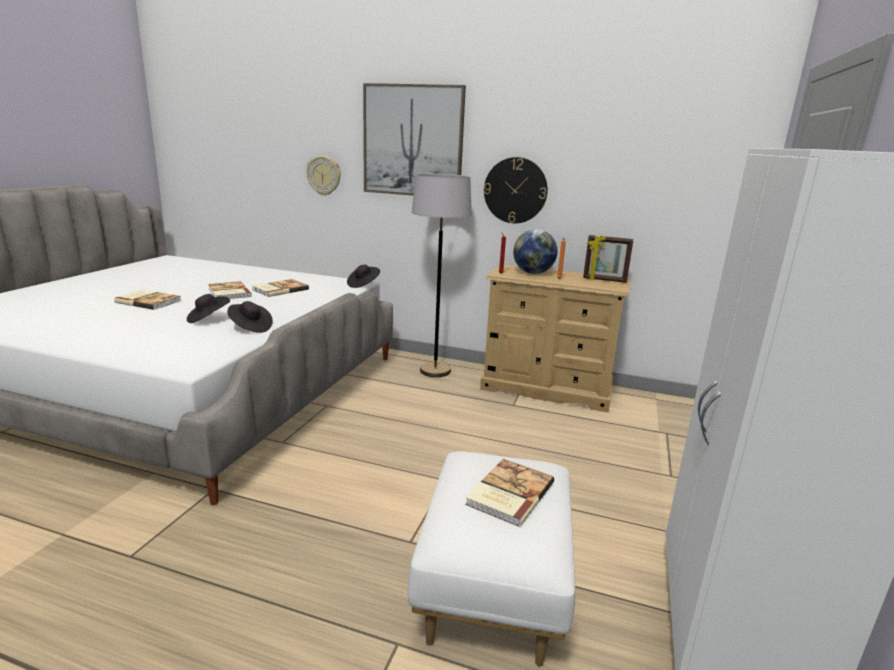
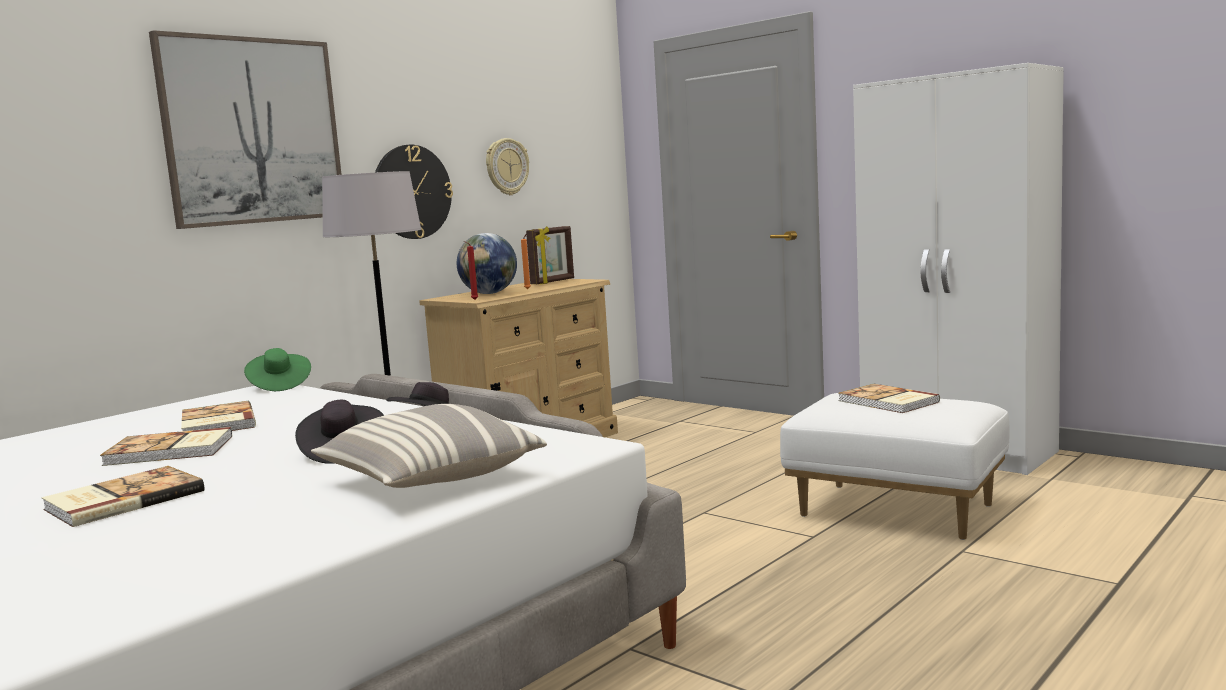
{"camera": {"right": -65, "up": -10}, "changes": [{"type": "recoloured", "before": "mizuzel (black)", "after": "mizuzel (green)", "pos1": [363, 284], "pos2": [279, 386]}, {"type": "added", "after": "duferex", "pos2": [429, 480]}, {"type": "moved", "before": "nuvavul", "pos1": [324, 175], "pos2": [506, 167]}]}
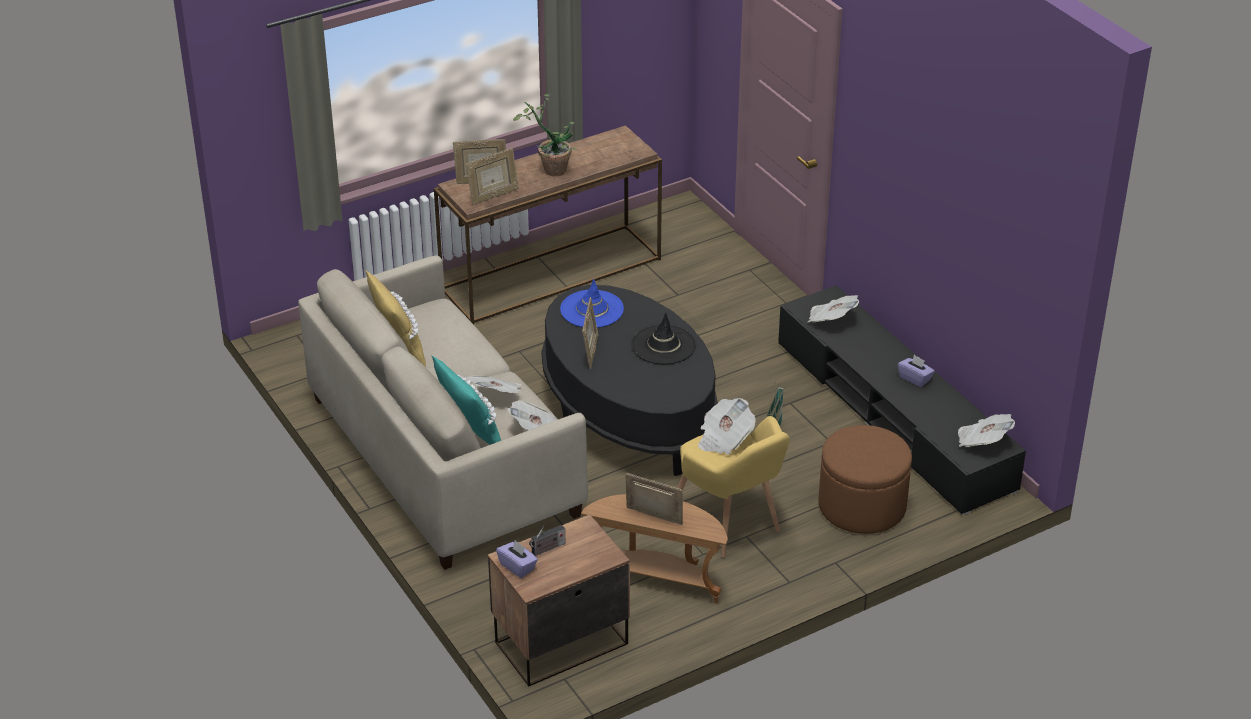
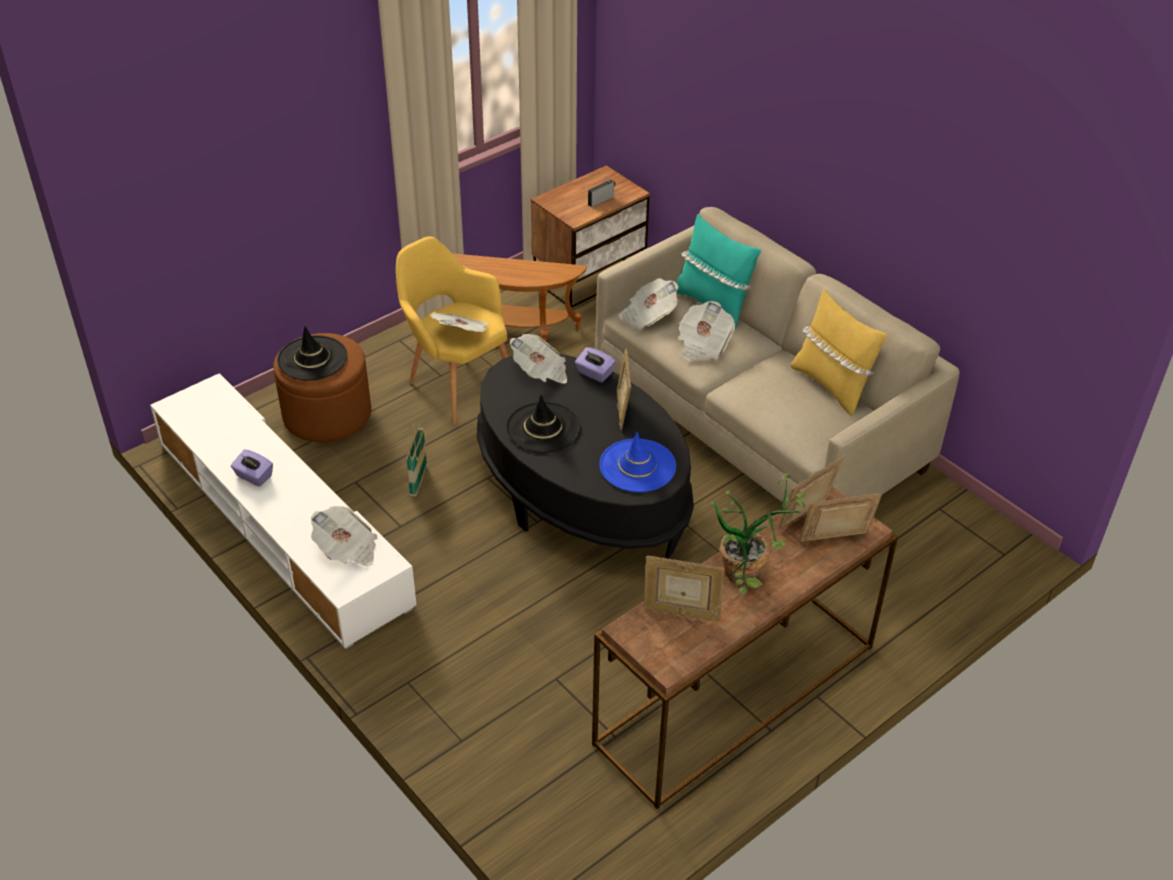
{"camera": {"right": 170, "up": 5}, "changes": [{"type": "recoloured", "before": "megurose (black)", "after": "megurose (white)", "pos1": [894, 416], "pos2": [281, 522]}, {"type": "added", "after": "mizuzel (black)", "pos2": [312, 359]}, {"type": "moved", "before": "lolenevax", "pos1": [982, 441], "pos2": [540, 372]}, {"type": "moved", "before": "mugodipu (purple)", "pos1": [517, 566], "pos2": [594, 373]}, {"type": "moved", "before": "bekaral", "pos1": [654, 519], "pos2": [681, 611]}]}
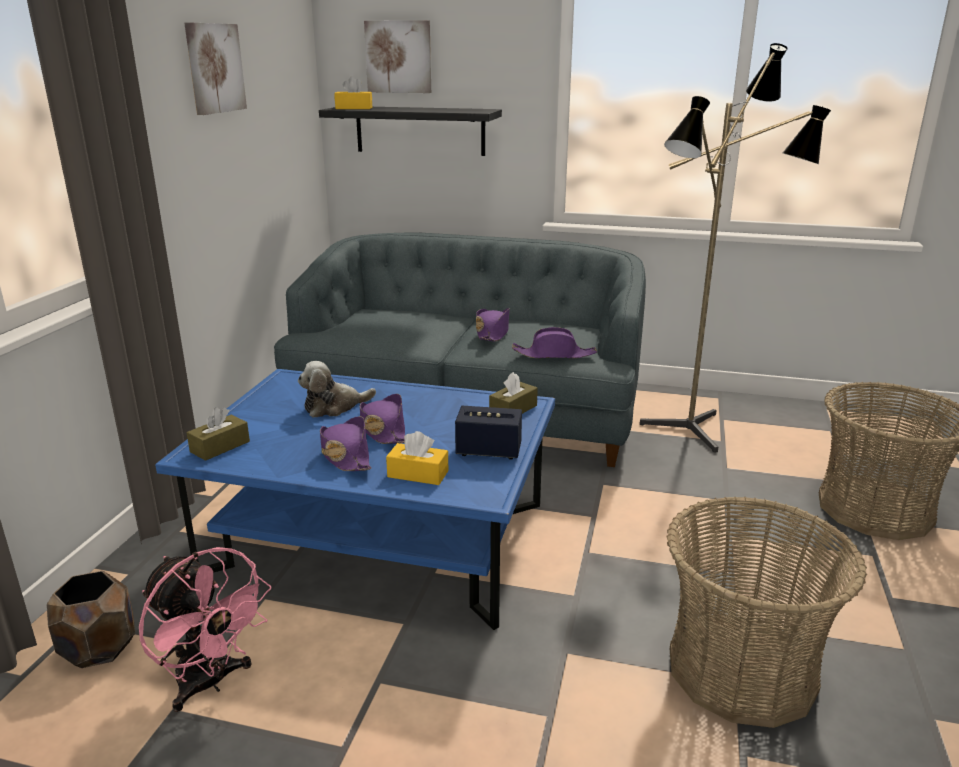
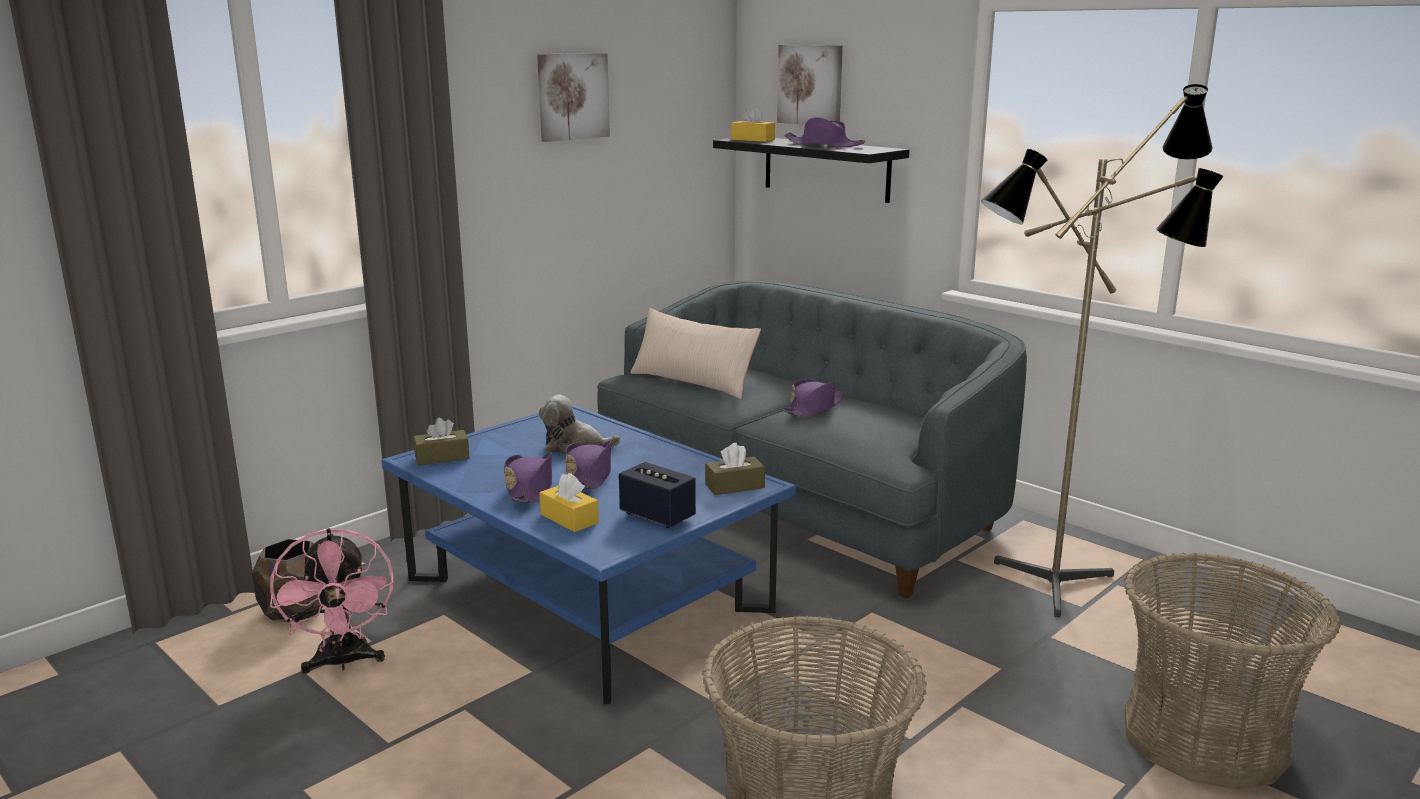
{"camera": {"right": 30, "up": -5}, "changes": [{"type": "added", "after": "duferex (beige)", "pos2": [693, 382]}, {"type": "moved", "before": "mizuzel (purple)", "pos1": [554, 354], "pos2": [824, 145]}]}
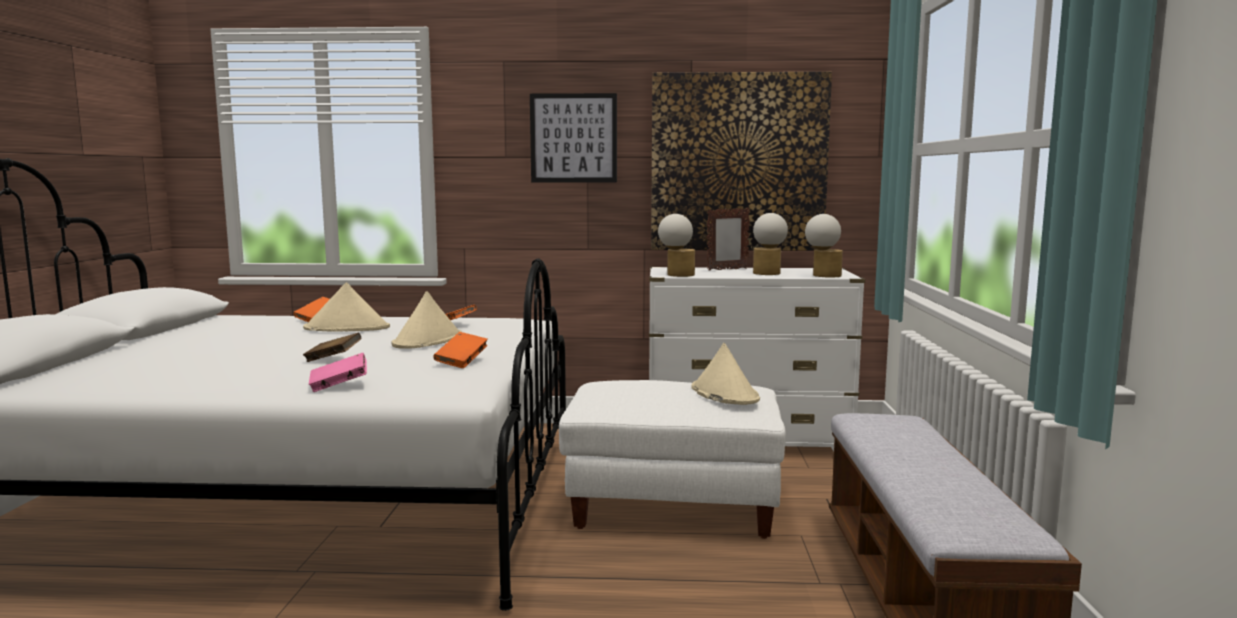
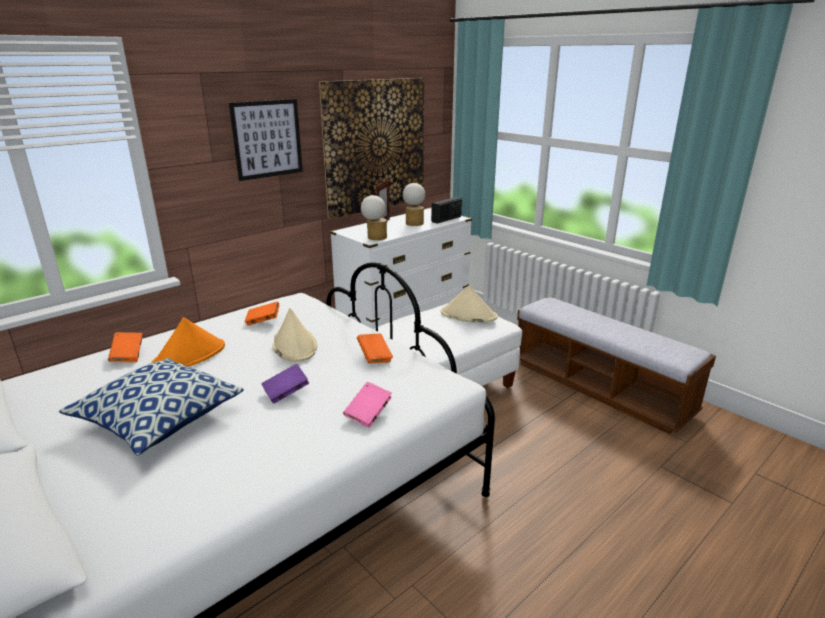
{"camera": {"right": -45, "up": 15}, "changes": [{"type": "added", "after": "duferex", "pos2": [158, 419]}, {"type": "recoloured", "before": "mizuzel (beige)", "after": "mizuzel (orange)", "pos1": [347, 328], "pos2": [190, 356]}, {"type": "recoloured", "before": "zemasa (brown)", "after": "zemasa (purple)", "pos1": [333, 360], "pos2": [286, 392]}, {"type": "replaced", "before": "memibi", "after": "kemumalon", "pos1": [822, 275], "pos2": [446, 219]}]}
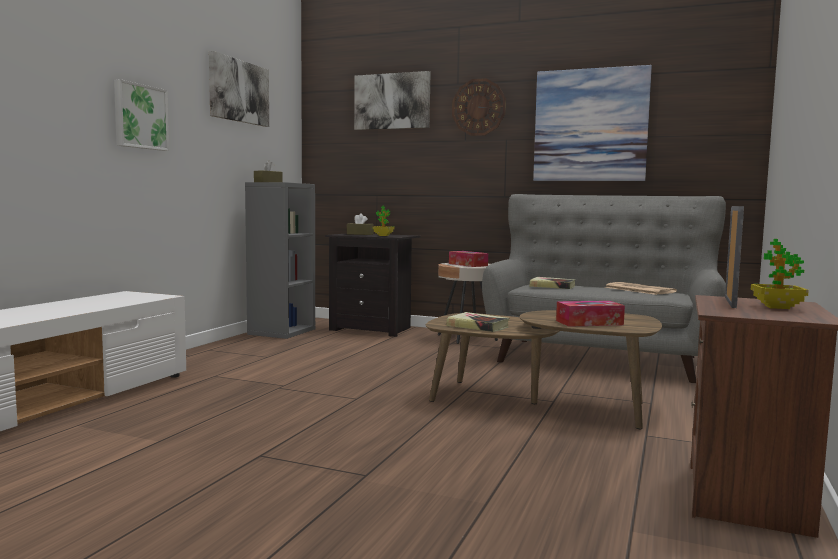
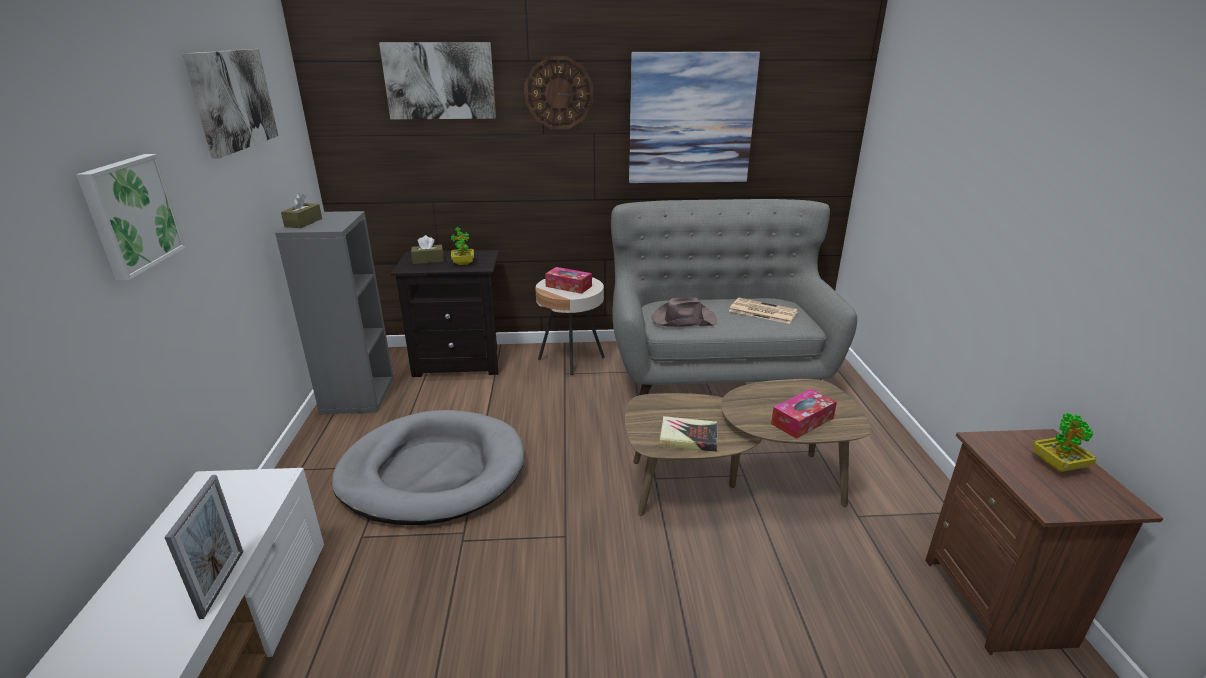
{"camera": {"right": -25, "up": 20}, "changes": [{"type": "moved", "before": "bekaral", "pos1": [730, 302], "pos2": [222, 583]}, {"type": "added", "after": "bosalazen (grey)", "pos2": [432, 472]}, {"type": "replaced", "before": "zemasa", "after": "mizuzel (brown)", "pos1": [552, 286], "pos2": [683, 319]}]}
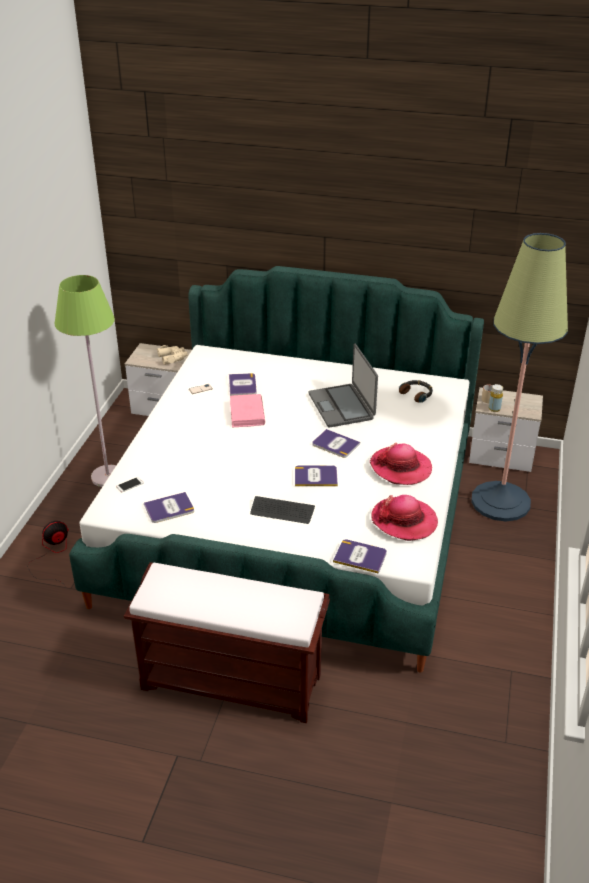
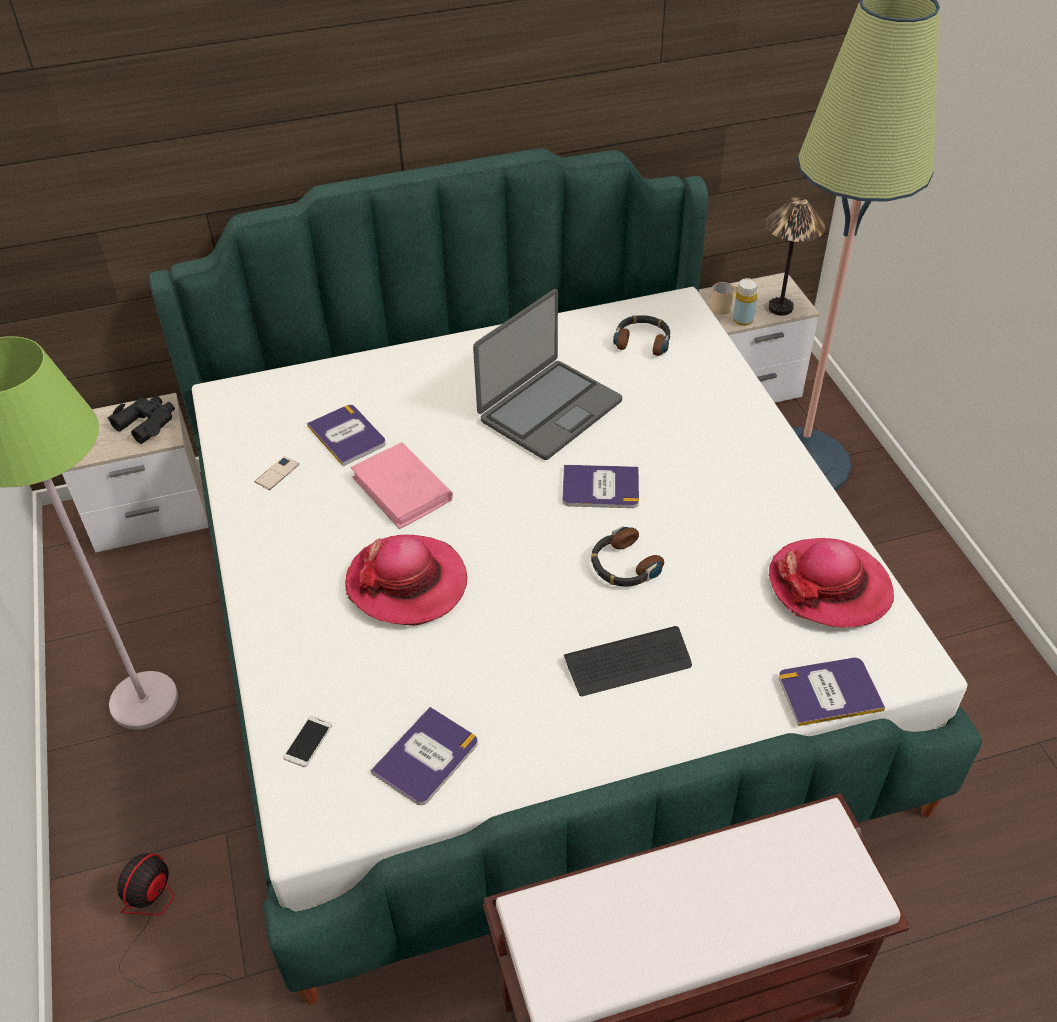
{"camera": {"right": -30, "up": 10}, "changes": [{"type": "recoloured", "before": "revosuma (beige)", "after": "revosuma (black)", "pos1": [173, 357], "pos2": [147, 423]}, {"type": "moved", "before": "mizuzel", "pos1": [401, 468], "pos2": [407, 583]}, {"type": "turned", "before": "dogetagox", "pos1": [342, 406], "pos2": [549, 410], "turn": -90}, {"type": "replaced", "before": "zemasa", "after": "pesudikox", "pos1": [316, 476], "pos2": [623, 566]}, {"type": "added", "after": "memibi", "pos2": [781, 308]}]}
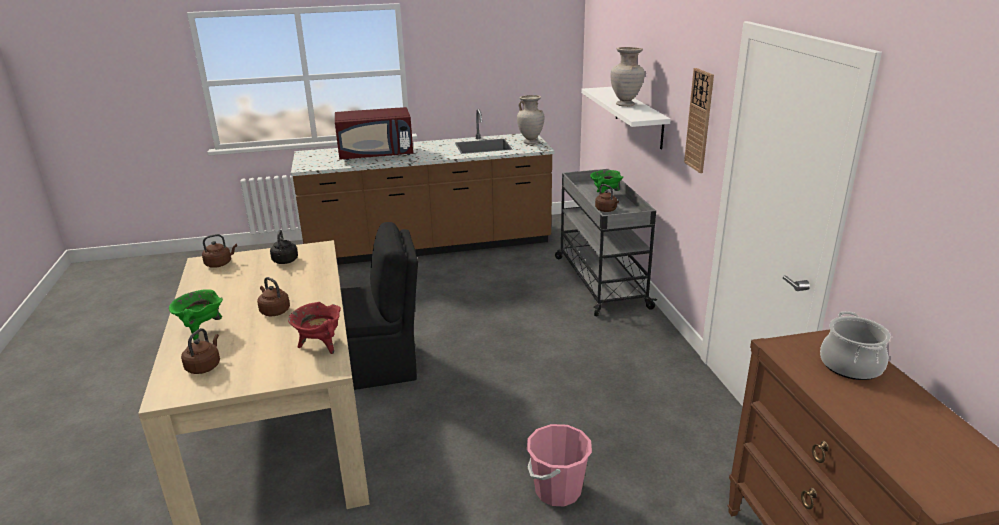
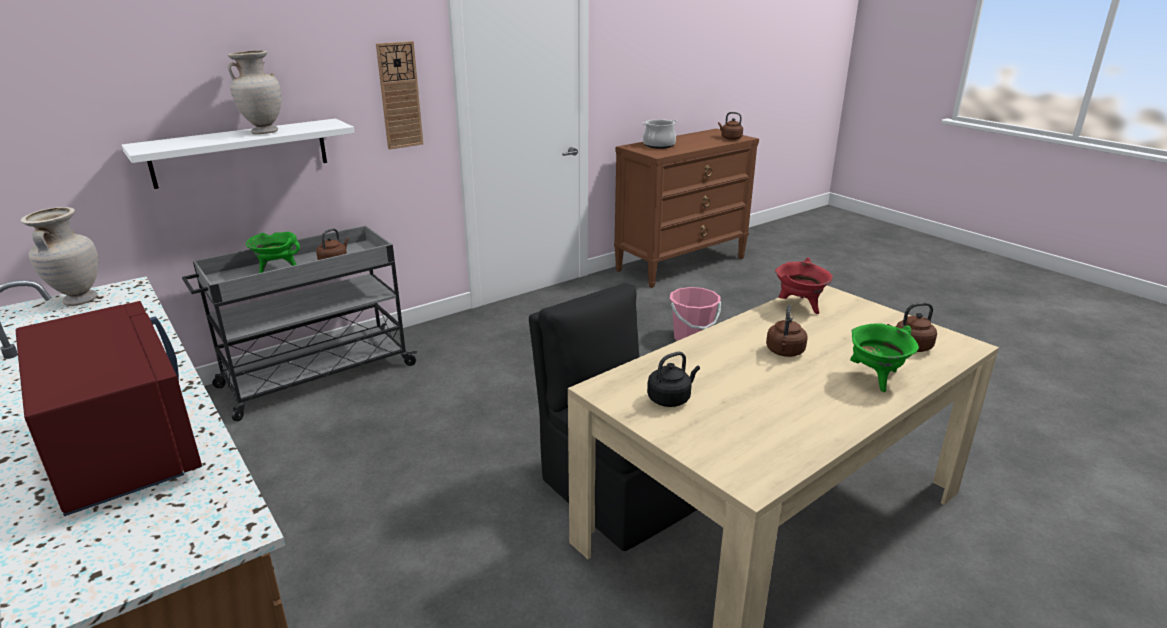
{"camera": {"right": -115, "up": 0}, "changes": [{"type": "moved", "before": "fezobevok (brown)", "pos1": [220, 264], "pos2": [730, 138]}]}
